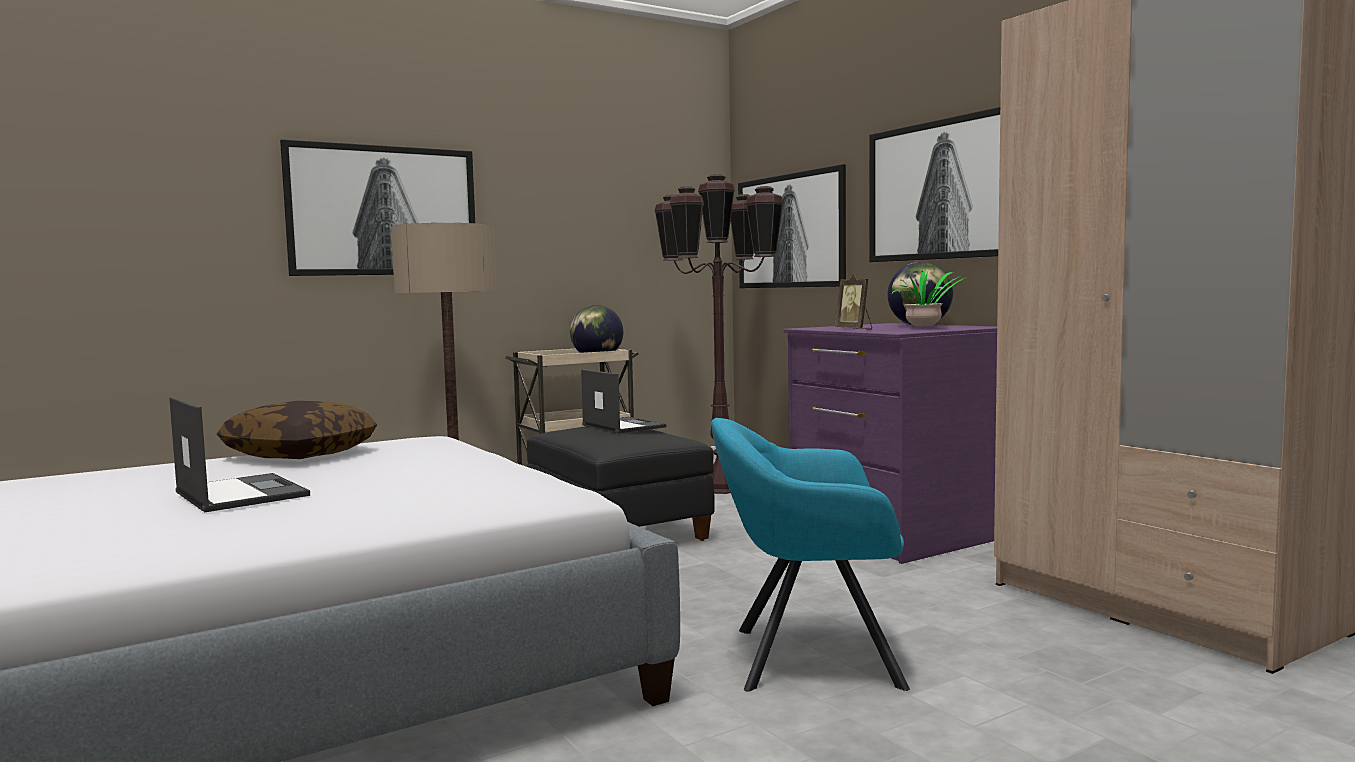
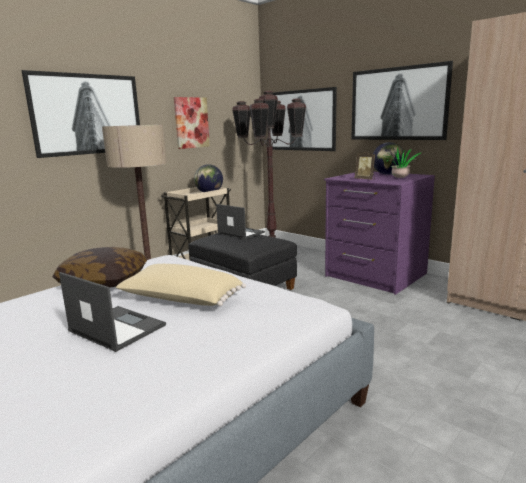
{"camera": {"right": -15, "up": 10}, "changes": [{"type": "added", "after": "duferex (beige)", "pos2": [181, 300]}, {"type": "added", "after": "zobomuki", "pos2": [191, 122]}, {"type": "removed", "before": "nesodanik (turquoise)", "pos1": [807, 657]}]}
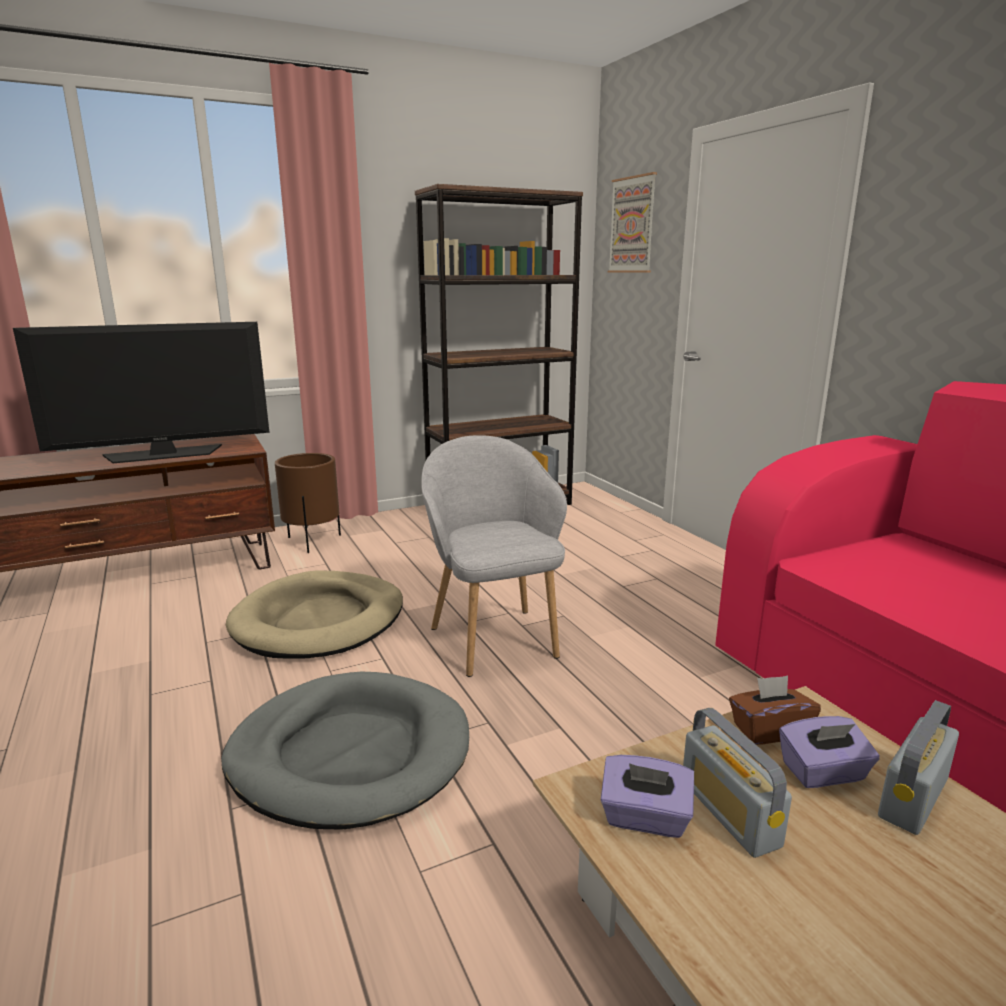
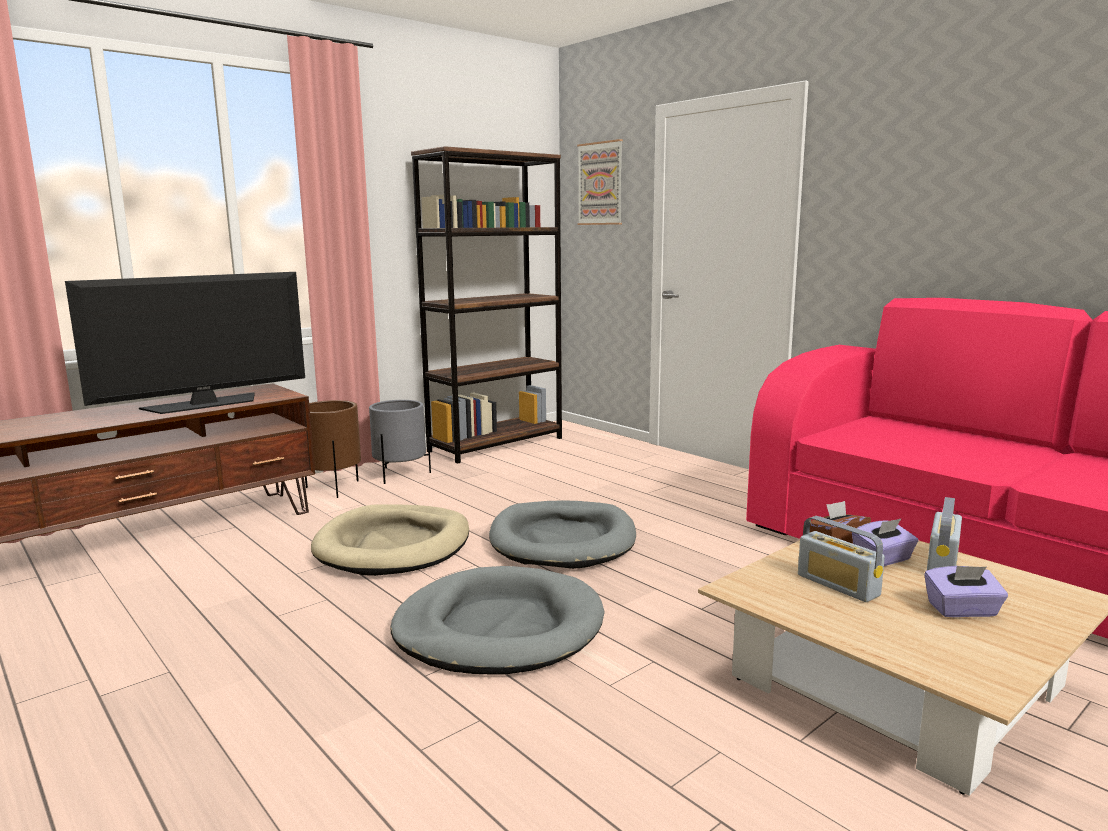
{"camera": {"right": -15, "up": -5}, "changes": [{"type": "added", "after": "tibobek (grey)", "pos2": [400, 474]}, {"type": "replaced", "before": "nesodanik (grey)", "after": "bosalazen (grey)", "pos1": [494, 638], "pos2": [562, 540]}, {"type": "moved", "before": "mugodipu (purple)", "pos1": [645, 818], "pos2": [962, 610]}]}
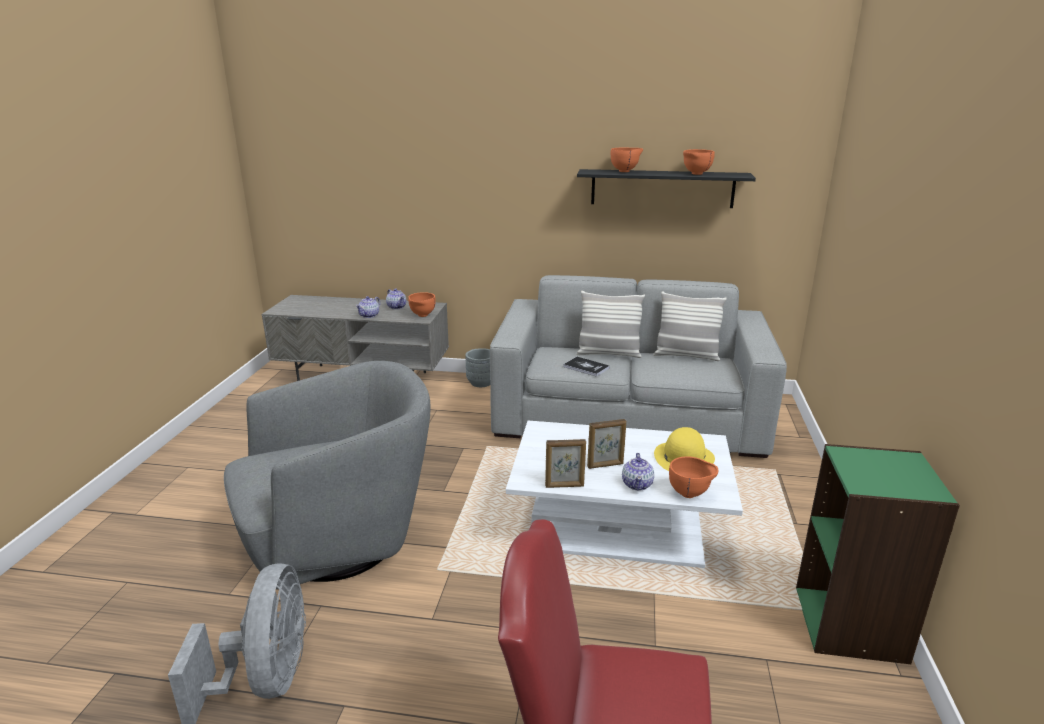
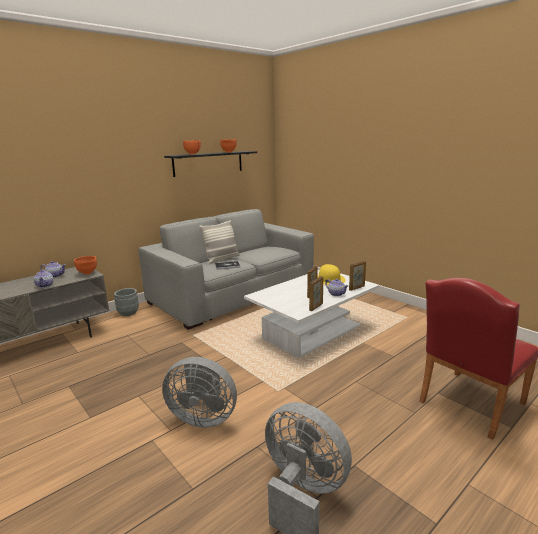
{"camera": {"right": -50, "up": -5}, "changes": [{"type": "replaced", "before": "nesodanik (grey)", "after": "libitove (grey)", "pos1": [340, 540], "pos2": [203, 417]}, {"type": "replaced", "before": "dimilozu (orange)", "after": "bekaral", "pos1": [690, 494], "pos2": [357, 288]}, {"type": "removed", "before": "duferex", "pos1": [686, 356]}, {"type": "removed", "before": "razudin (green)", "pos1": [851, 624]}]}
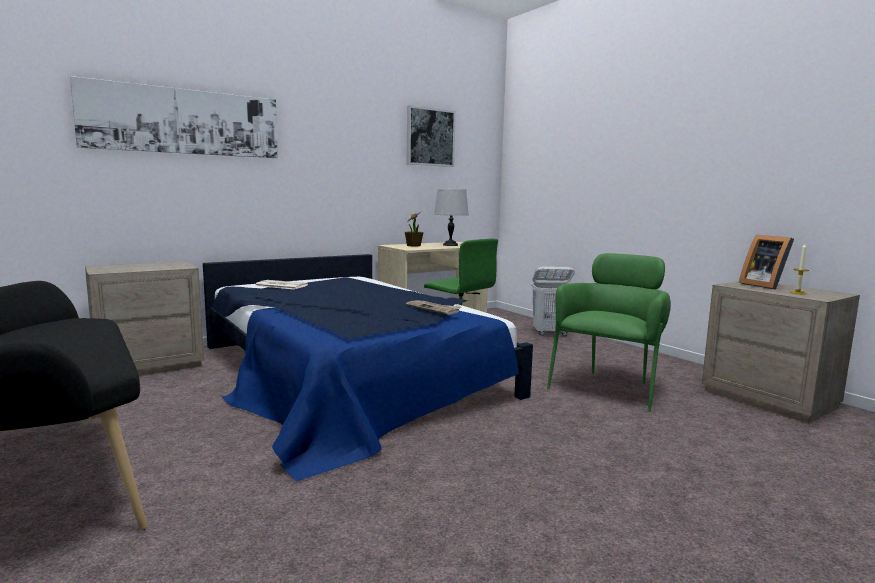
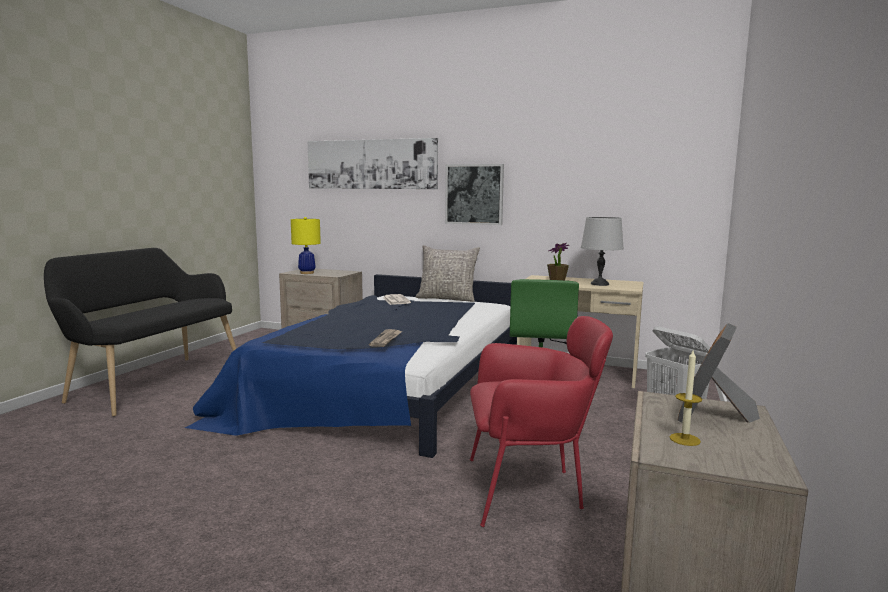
{"camera": {"right": 55, "up": 0}, "changes": [{"type": "added", "after": "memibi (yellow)", "pos2": [307, 273]}, {"type": "added", "after": "duferex (grey)", "pos2": [447, 299]}, {"type": "moved", "before": "zobomuki", "pos1": [430, 137], "pos2": [474, 194]}, {"type": "recoloured", "before": "nesodanik (green)", "after": "nesodanik (red)", "pos1": [608, 387], "pos2": [530, 489]}]}
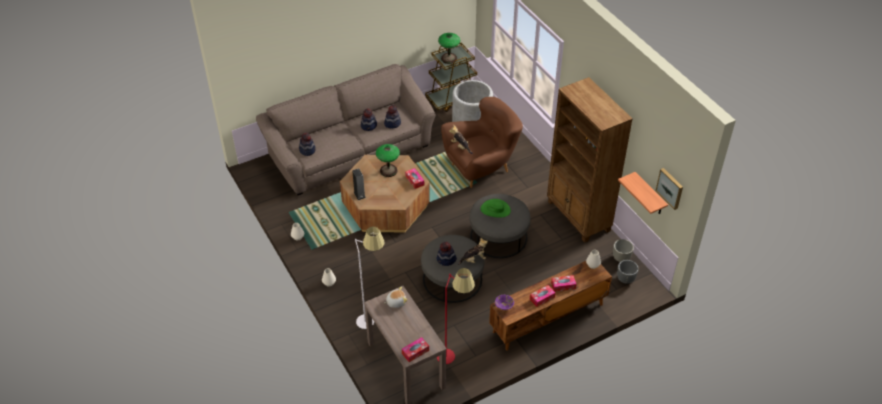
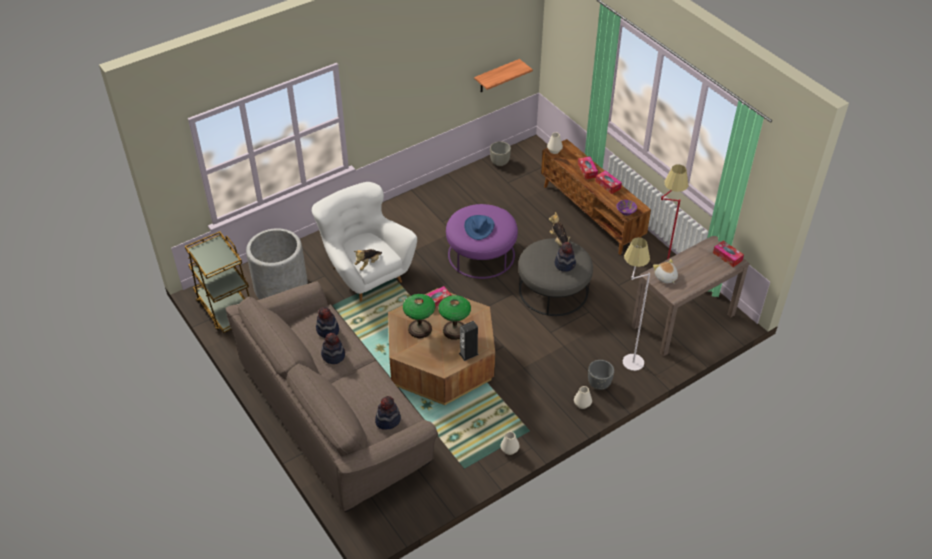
{"camera": {"right": -95, "up": 0}, "changes": [{"type": "recoloured", "before": "nesodanik (brown)", "after": "nesodanik (white)", "pos1": [481, 168], "pos2": [365, 273]}, {"type": "moved", "before": "memibi", "pos1": [448, 58], "pos2": [454, 330]}, {"type": "recoloured", "before": "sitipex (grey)", "after": "sitipex (purple)", "pos1": [498, 236], "pos2": [481, 254]}, {"type": "recoloured", "before": "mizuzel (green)", "after": "mizuzel (blue)", "pos1": [495, 209], "pos2": [479, 227]}, {"type": "moved", "before": "tibobek (grey)", "pos1": [625, 279], "pos2": [599, 384]}, {"type": "removed", "before": "razudin (brown)", "pos1": [578, 216]}, {"type": "removed", "before": "zobomuki", "pos1": [670, 188]}]}
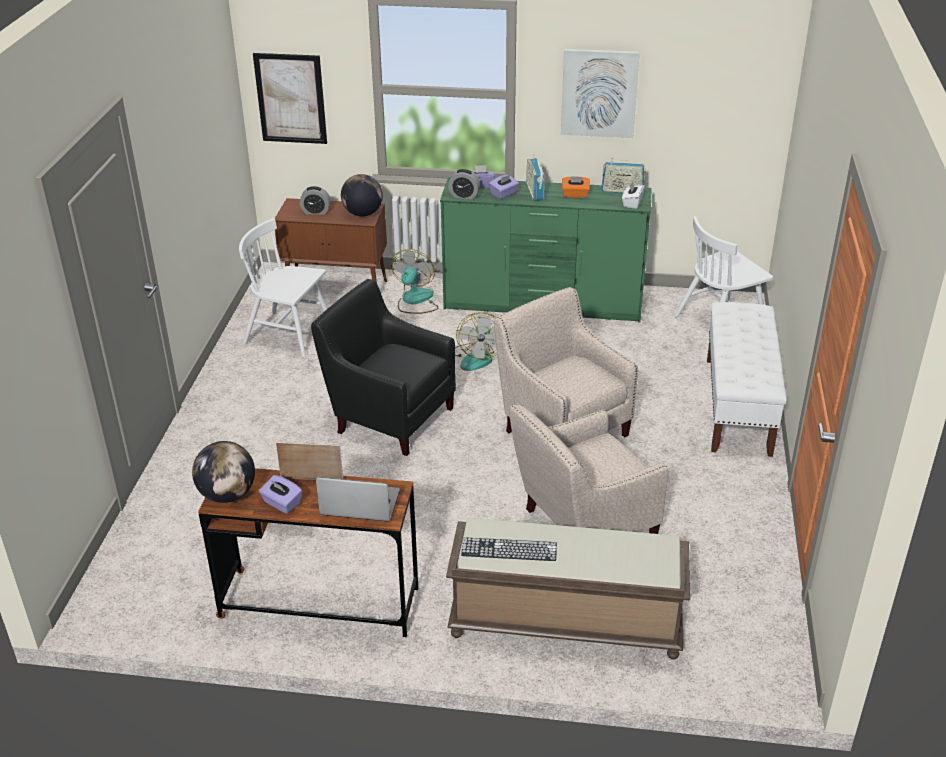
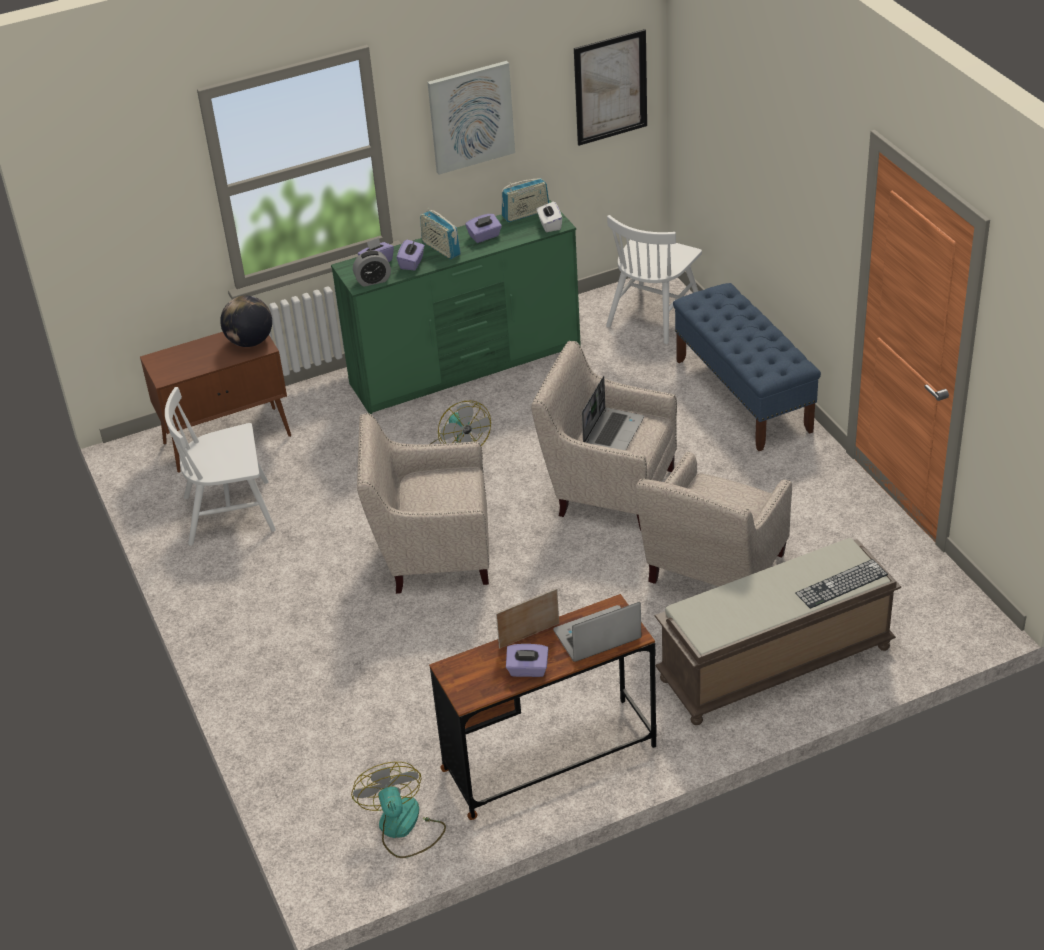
{"camera": {"right": -30, "up": 5}, "changes": [{"type": "moved", "before": "libitove", "pos1": [415, 301], "pos2": [403, 828]}, {"type": "recoloured", "before": "nesodanik (black)", "after": "nesodanik (beige)", "pos1": [390, 416], "pos2": [431, 552]}, {"type": "recoloured", "before": "mugodipu (orange)", "after": "mugodipu (purple)", "pos1": [575, 195], "pos2": [484, 236]}, {"type": "moved", "before": "zobomuki", "pos1": [291, 98], "pos2": [610, 87]}, {"type": "added", "after": "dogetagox", "pos2": [613, 431]}, {"type": "recoloured", "before": "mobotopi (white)", "after": "mobotopi (blue)", "pos1": [738, 406], "pos2": [743, 396]}, {"type": "moved", "before": "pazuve", "pos1": [509, 549], "pos2": [841, 584]}, {"type": "removed", "before": "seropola", "pos1": [227, 495]}, {"type": "removed", "before": "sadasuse", "pos1": [316, 212]}]}
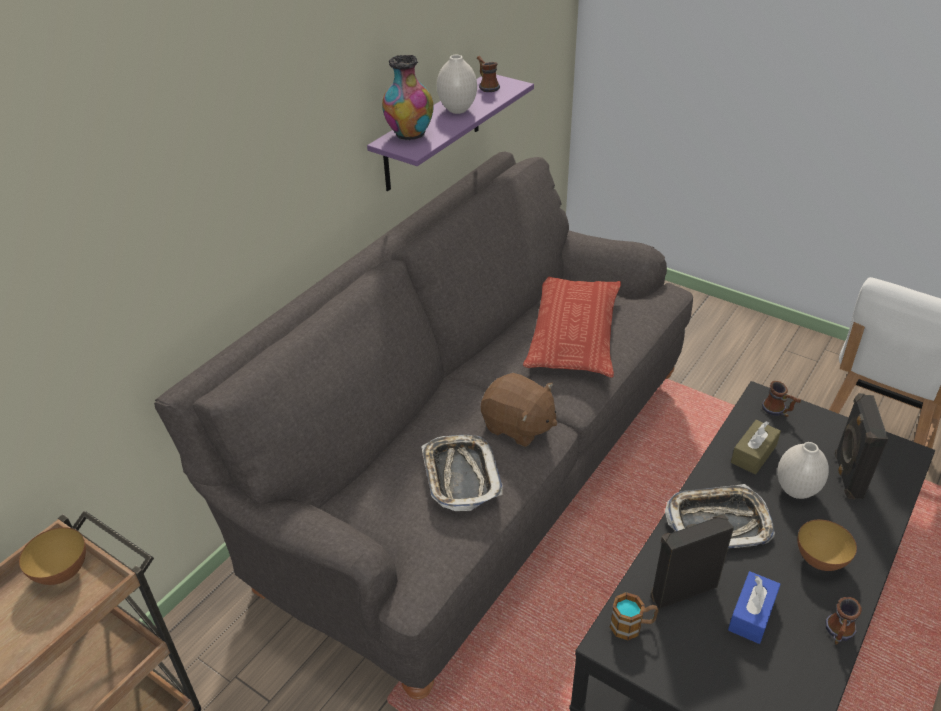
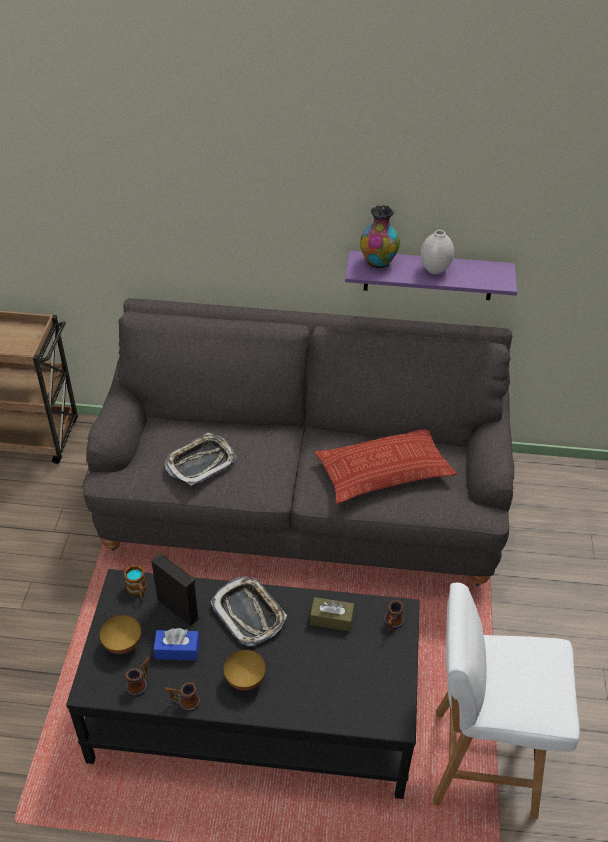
{"camera": {"right": 60, "up": 5}, "changes": [{"type": "moved", "before": "dimilozu", "pos1": [63, 572], "pos2": [123, 645]}, {"type": "moved", "before": "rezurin", "pos1": [486, 86], "pos2": [140, 683]}, {"type": "removed", "before": "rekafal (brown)", "pos1": [518, 426]}, {"type": "removed", "before": "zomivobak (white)", "pos1": [795, 491]}, {"type": "removed", "before": "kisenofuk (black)", "pos1": [846, 476]}]}
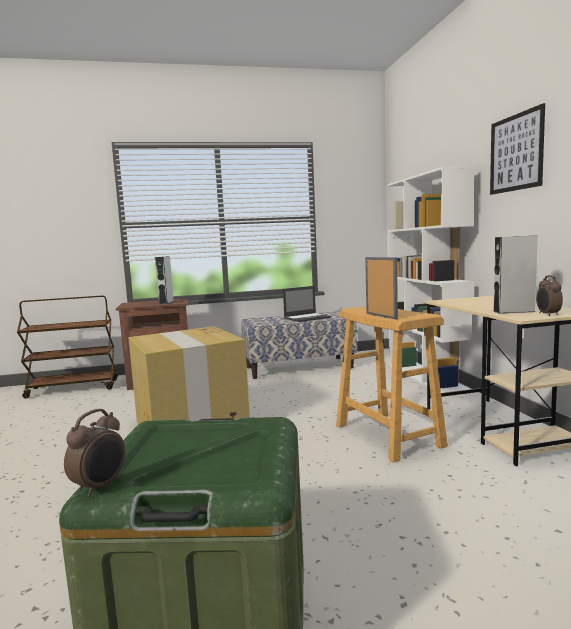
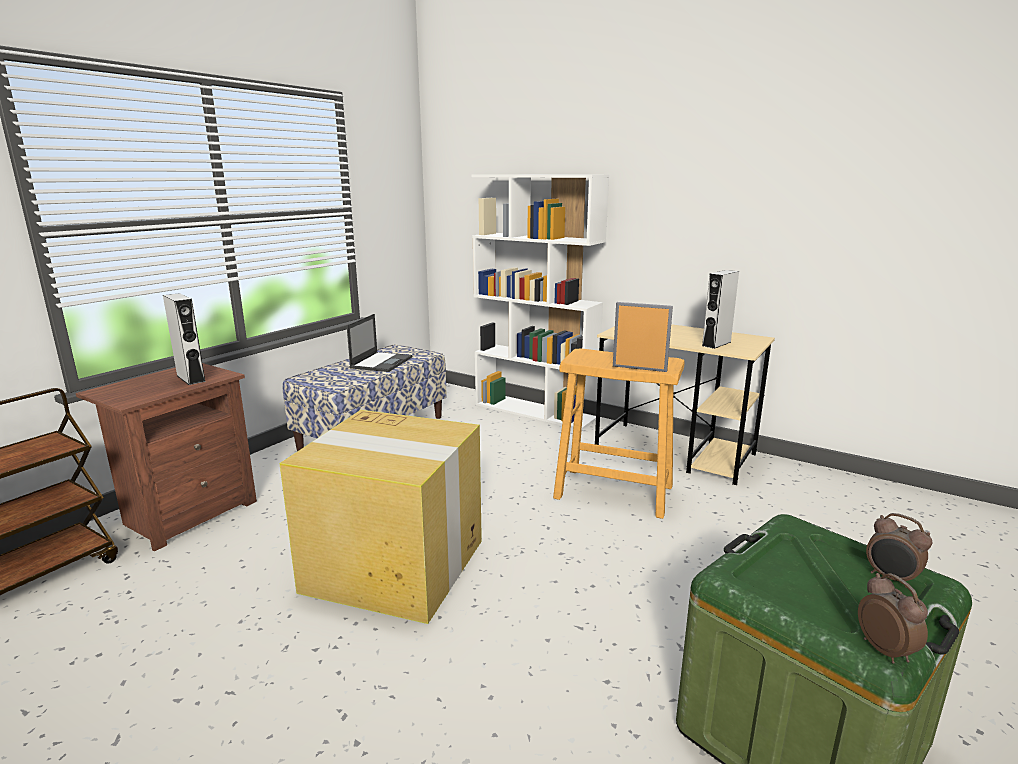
{"camera": {"right": -45, "up": 10}, "changes": [{"type": "moved", "before": "sadasuse", "pos1": [547, 315], "pos2": [890, 578]}, {"type": "removed", "before": "zobomuki", "pos1": [516, 153]}]}
